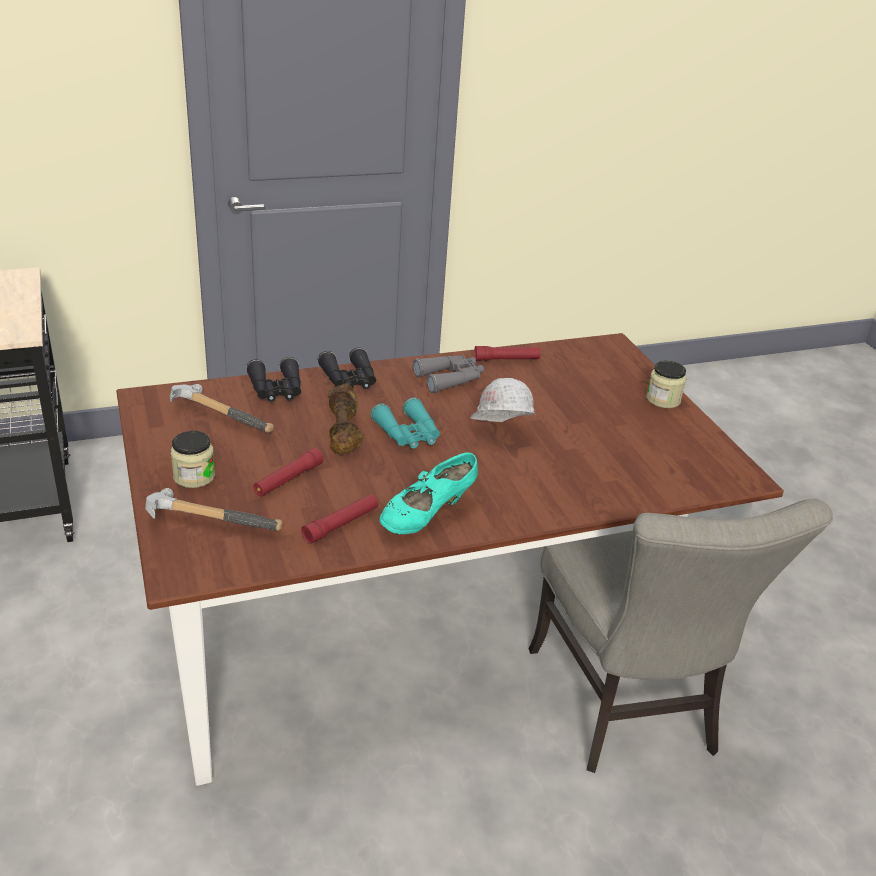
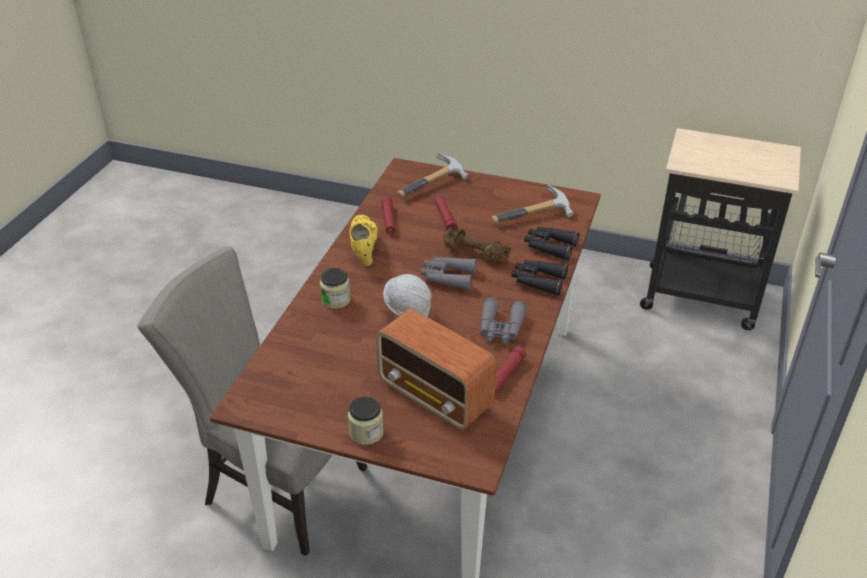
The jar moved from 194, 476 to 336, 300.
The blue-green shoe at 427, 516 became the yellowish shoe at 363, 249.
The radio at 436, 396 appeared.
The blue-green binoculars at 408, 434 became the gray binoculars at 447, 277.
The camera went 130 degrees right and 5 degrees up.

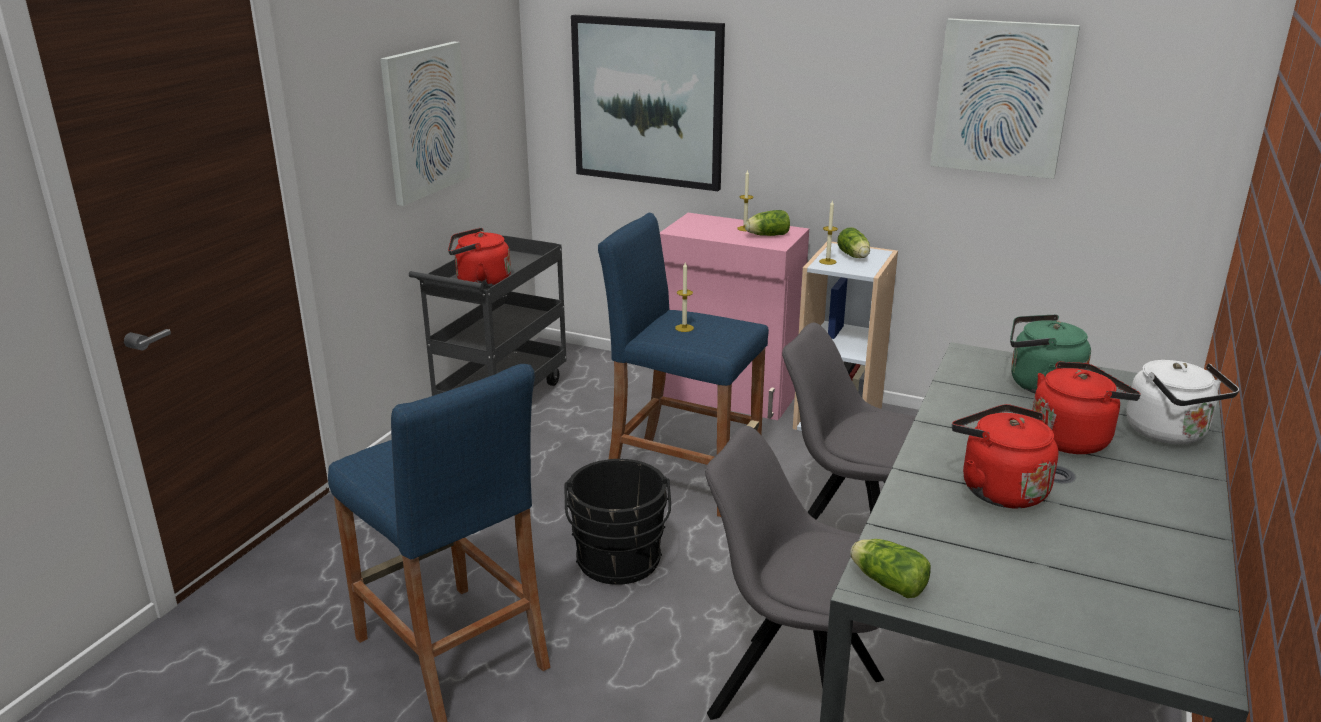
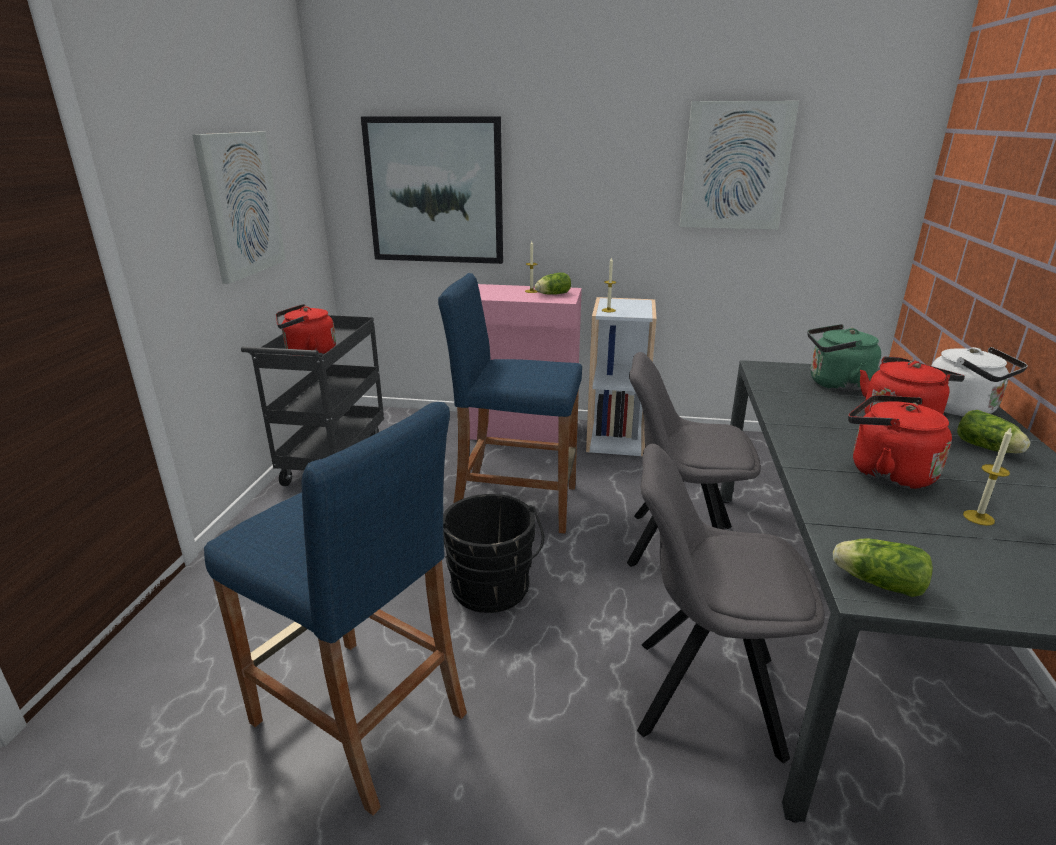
The head of lettuce moved from 854, 256 to 988, 448.
The wax candle moved from 684, 328 to 978, 517.
The camera went 15 degrees left and 0 degrees up.

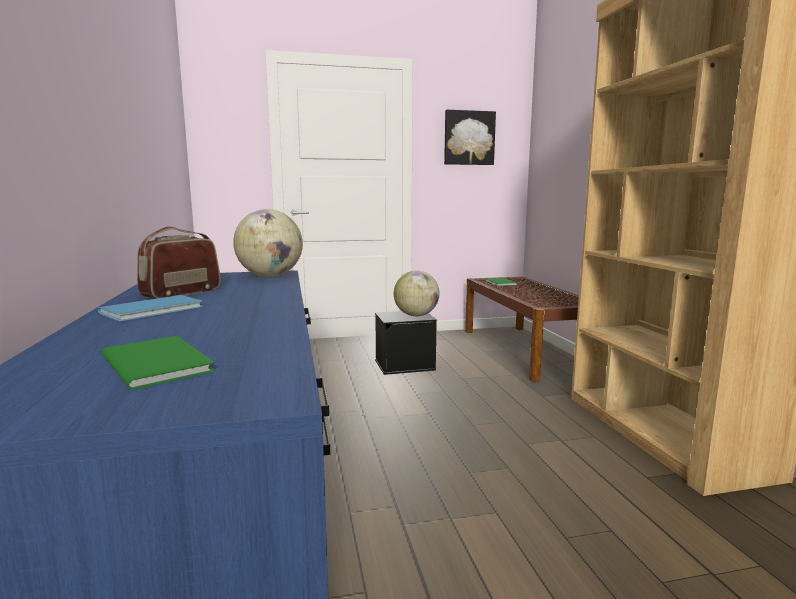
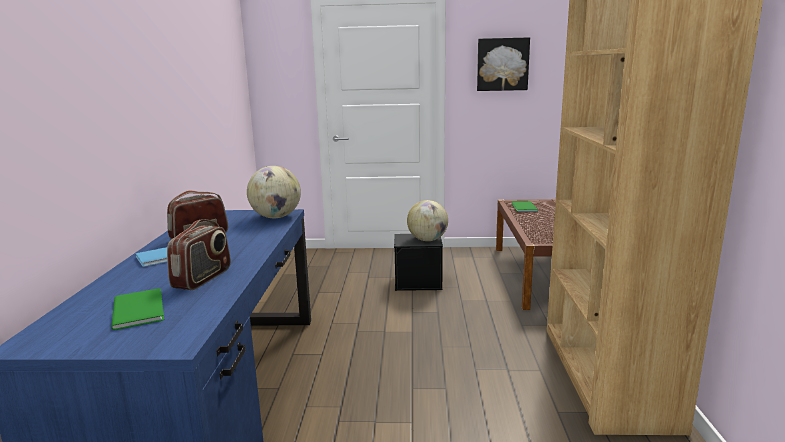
The radio at 203, 278 appeared.
The camera went 15 degrees right and 5 degrees up.

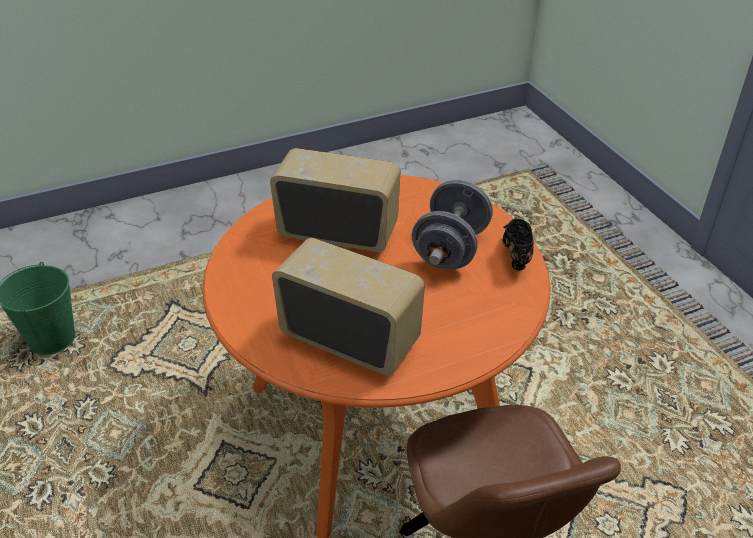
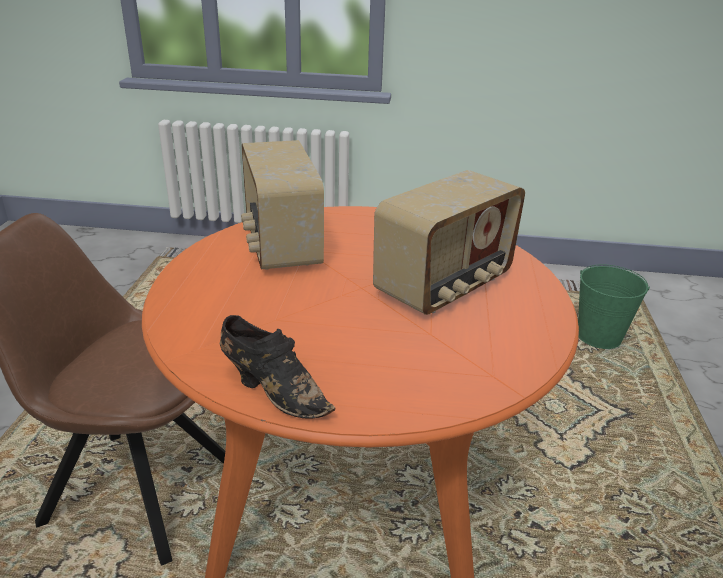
The radio at 350, 339 turned 105 degrees clockwise.
The gray hand weight at 450, 249 disappeared.
The camera went 120 degrees right and 10 degrees down.

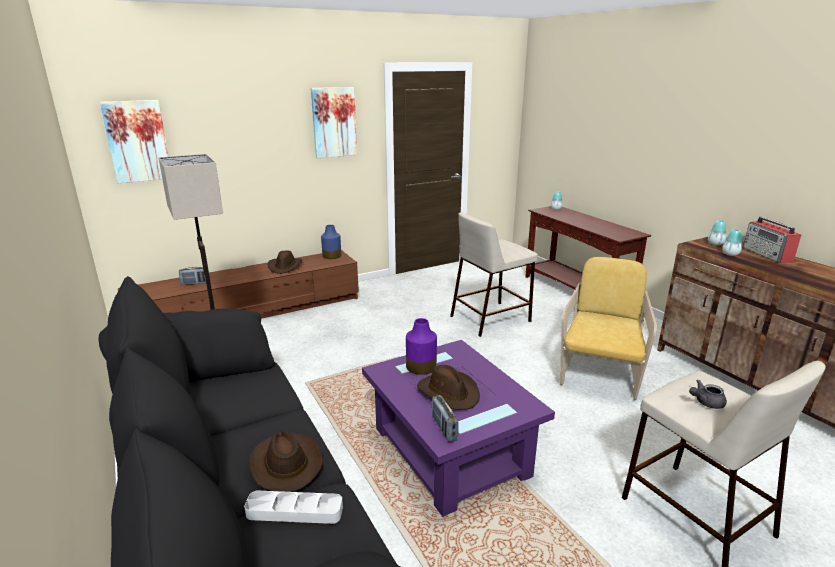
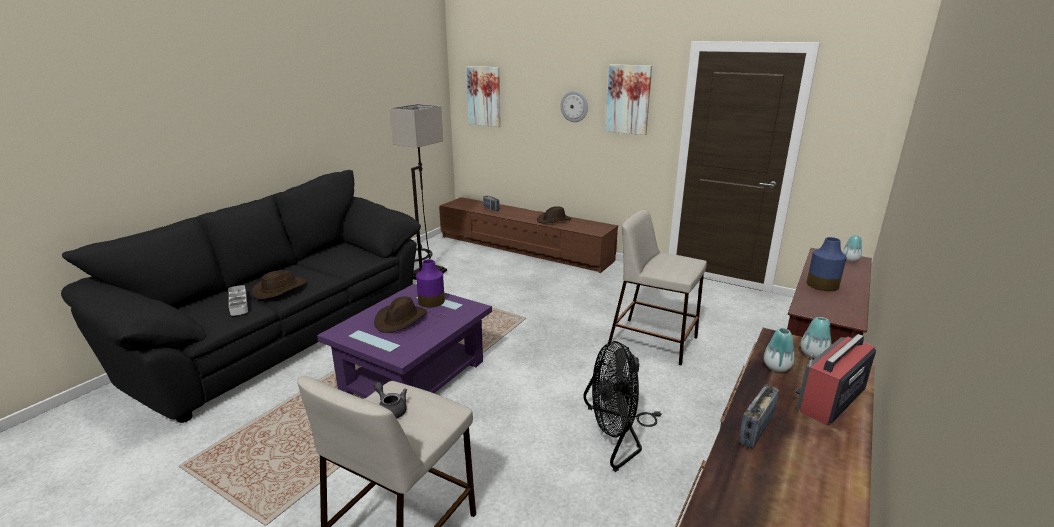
The clock on the wall at 574, 106 appeared.
The yellowish lounge chair at 599, 373 was replaced by the black cooling fan at 618, 433.
The radio moved from 444, 429 to 756, 430.
The bluish vase moved from 331, 255 to 822, 285.
The camera went 60 degrees right and 0 degrees up.

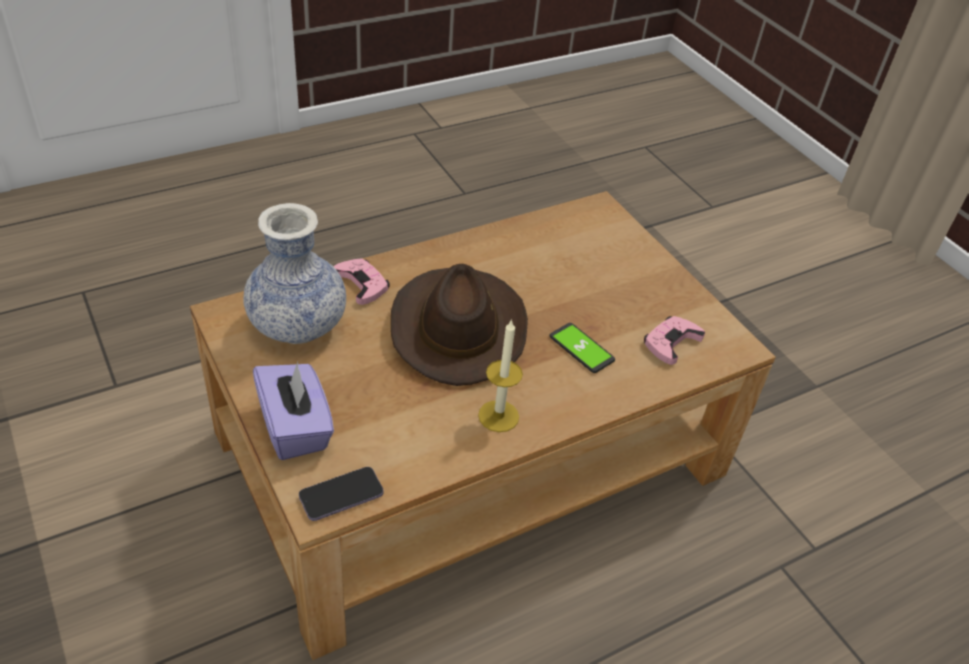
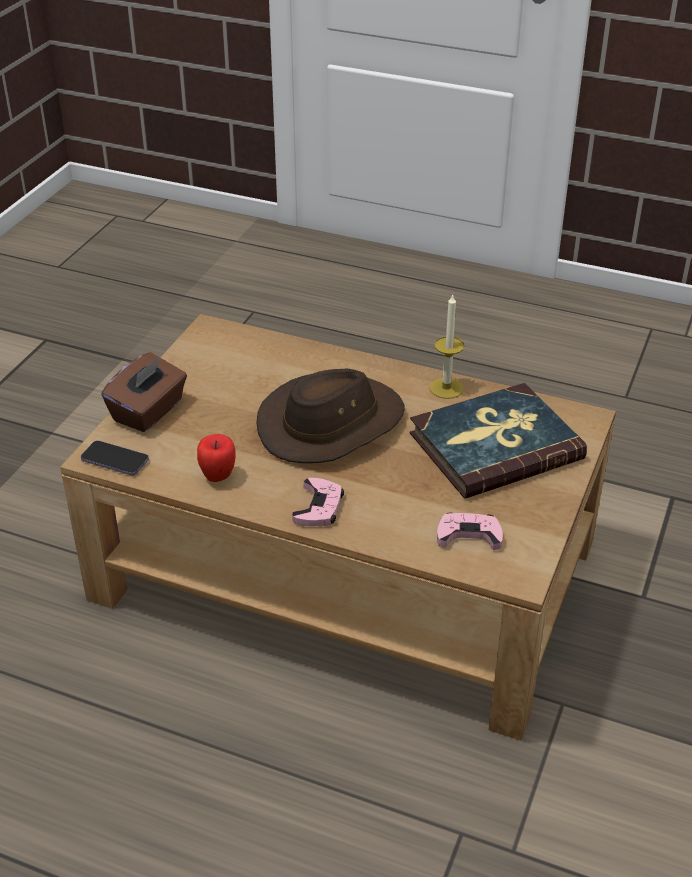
The purple box of tissues at 296, 428 became the brownish box of tissues at 149, 411.
The whole apple at 218, 477 appeared.
The pink-coloured game controller moved from 361, 284 to 319, 507.
The bound book at 495, 446 appeared.
The wax candle moved from 498, 416 to 446, 388.
The vase at 297, 325 disappeared.
The telephone at 581, 348 disappeared.
The camera went 55 degrees right and 5 degrees down.

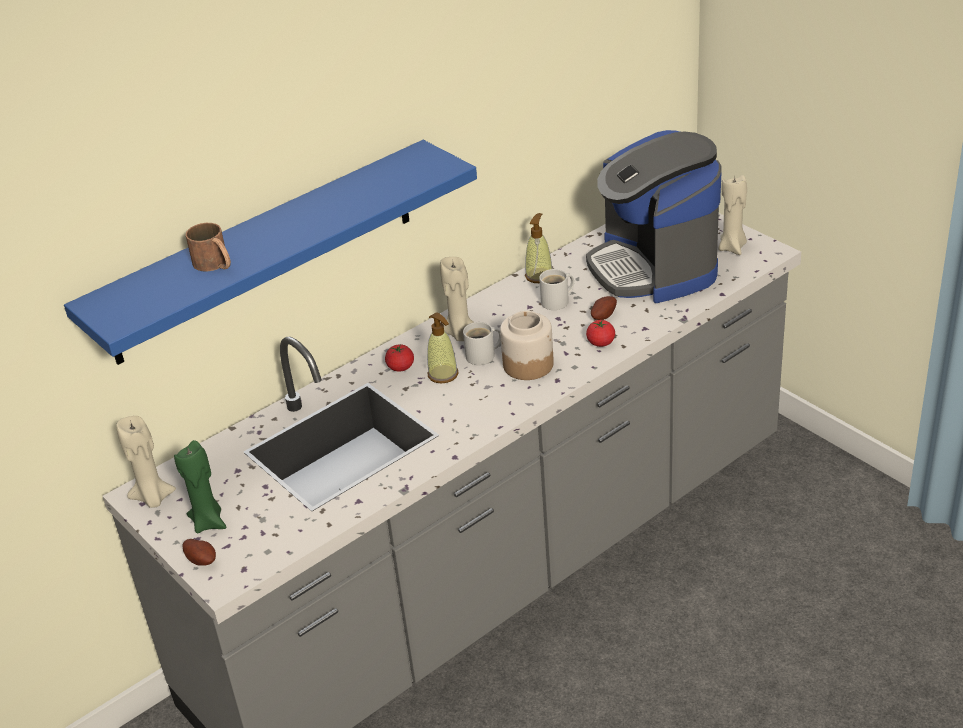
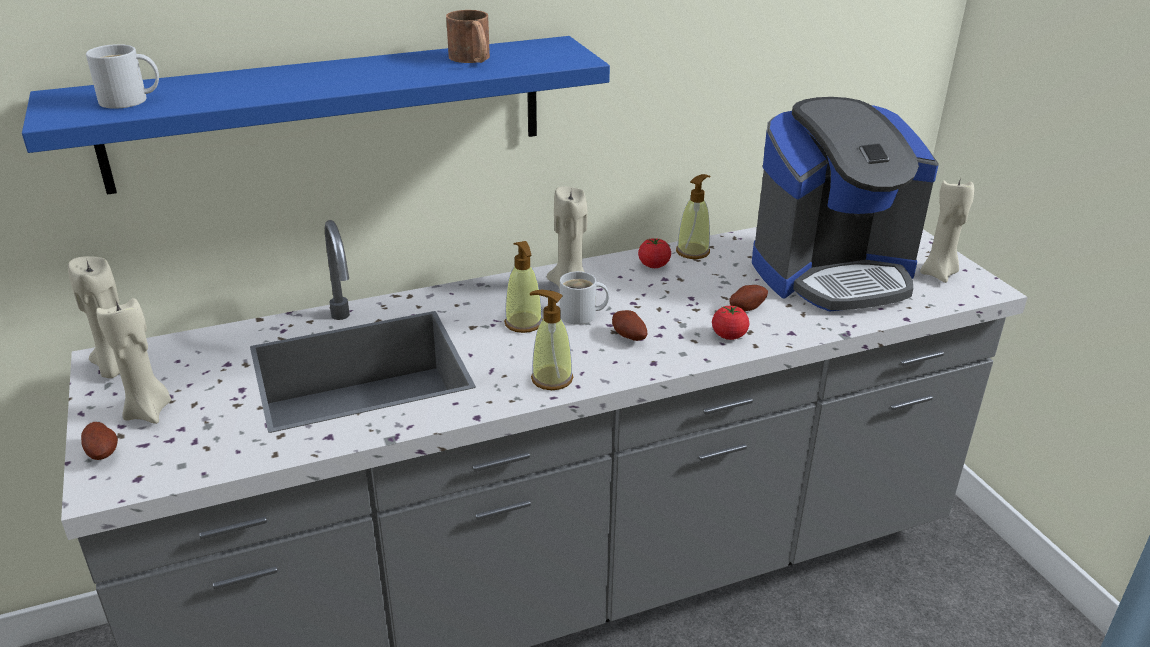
The whitish coffee mug moved from 557, 301 to 128, 101.
The greenish wax candle at 209, 522 became the beige wax candle at 149, 411.
The brownish coffee mug moved from 215, 264 to 473, 59.
The soap bottle at 551, 379 appeared.
The jar at 528, 364 was replaced by the whole potato at 628, 337.
The fresh tomato moved from 400, 367 to 654, 265.
The coffee brewer at 654, 267 turned 105 degrees counterclockwise.
The camera went 15 degrees right and 5 degrees down.

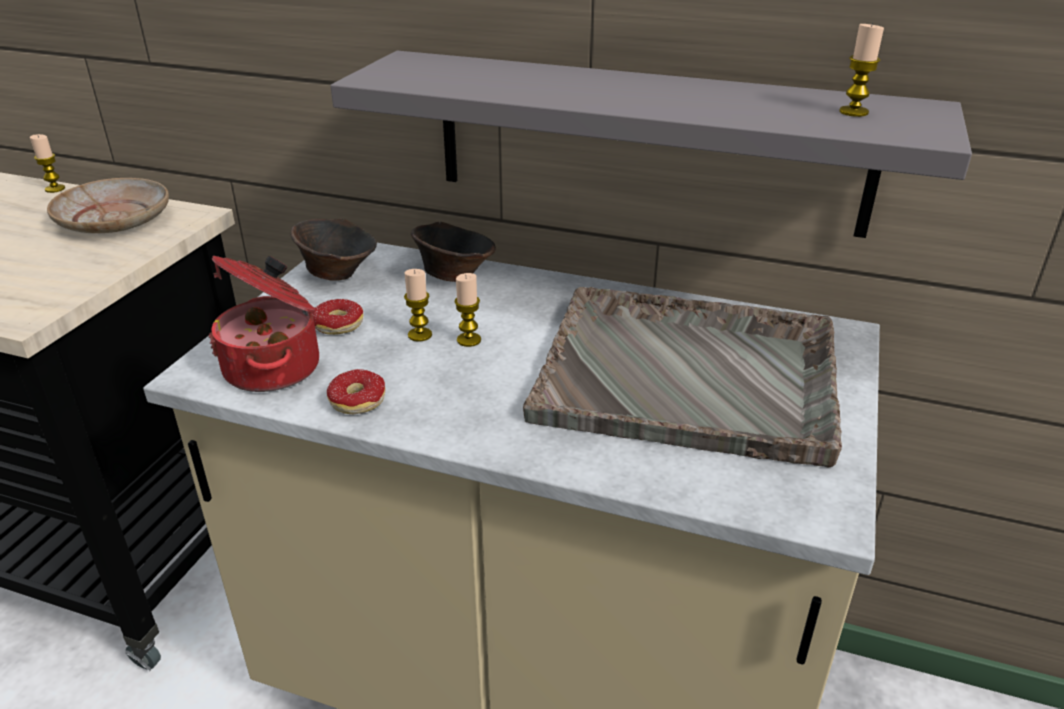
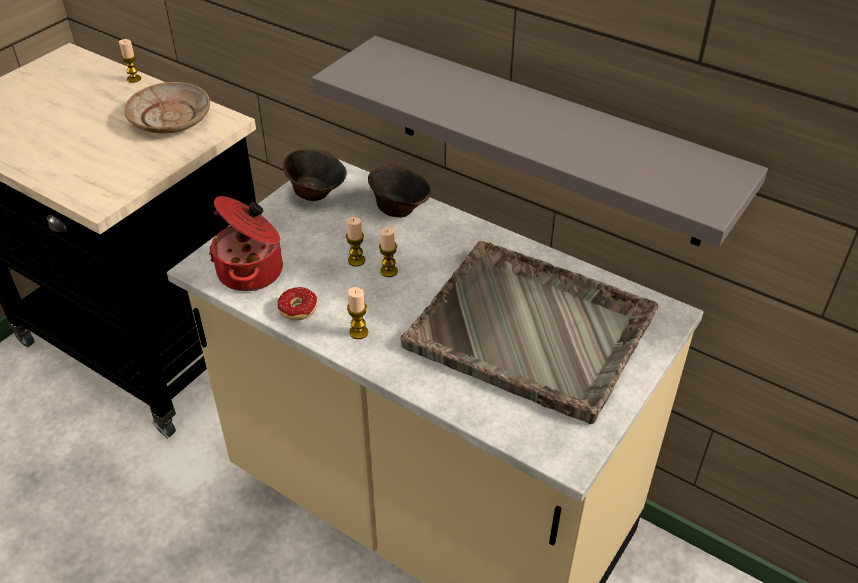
The wax candle moved from 853, 112 to 358, 332.
The doughnut at 336, 330 disappeared.
The camera went 15 degrees right and 10 degrees up.

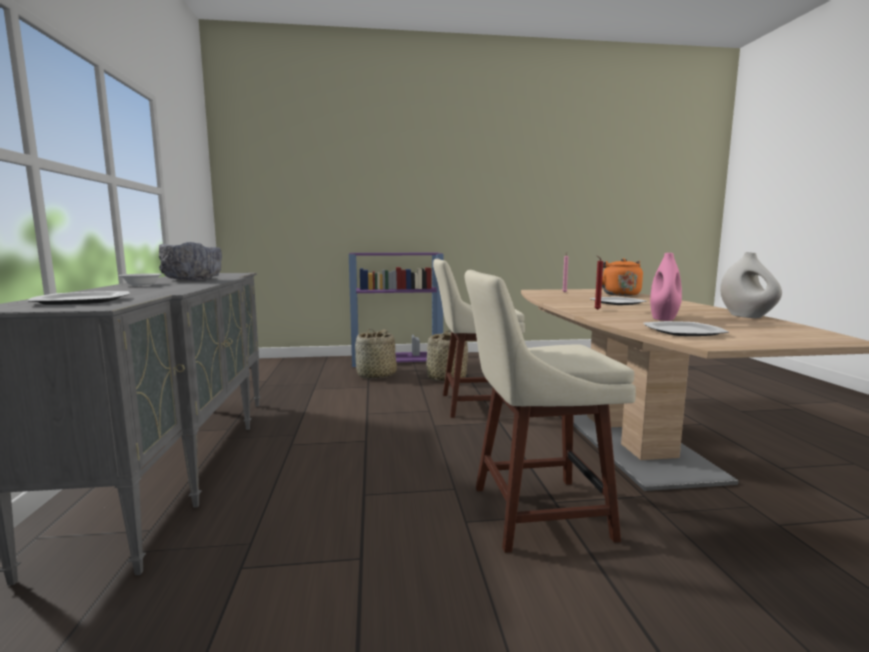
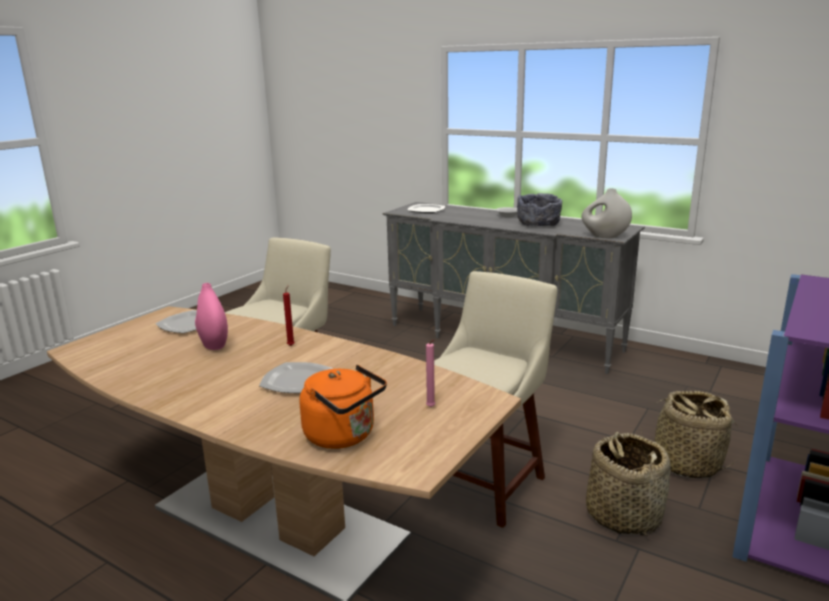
The whitish vase moved from 746, 316 to 604, 236.
The camera went 130 degrees right and 10 degrees up.

